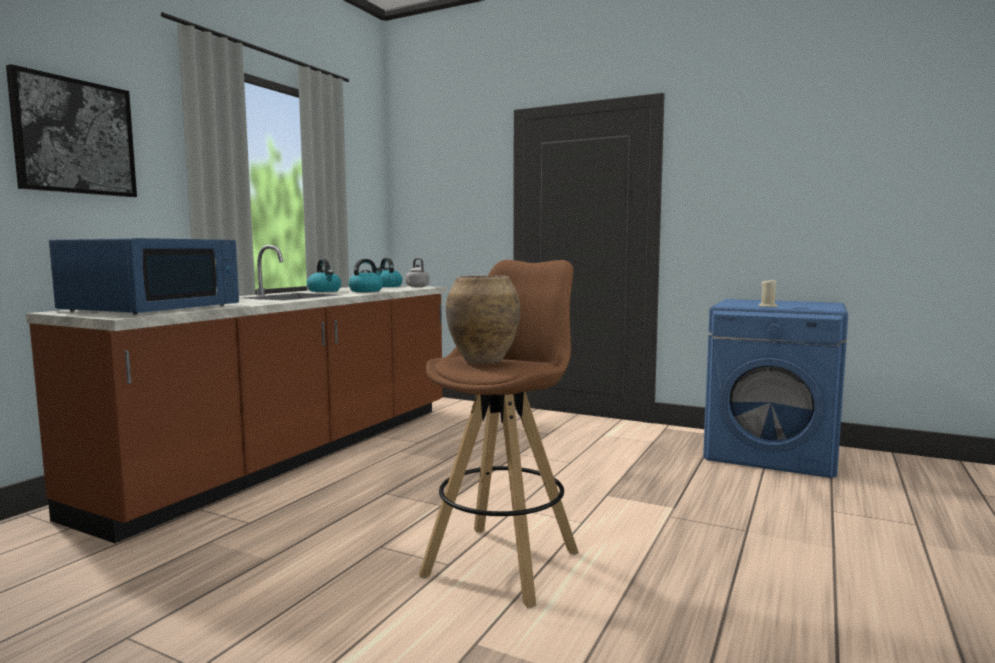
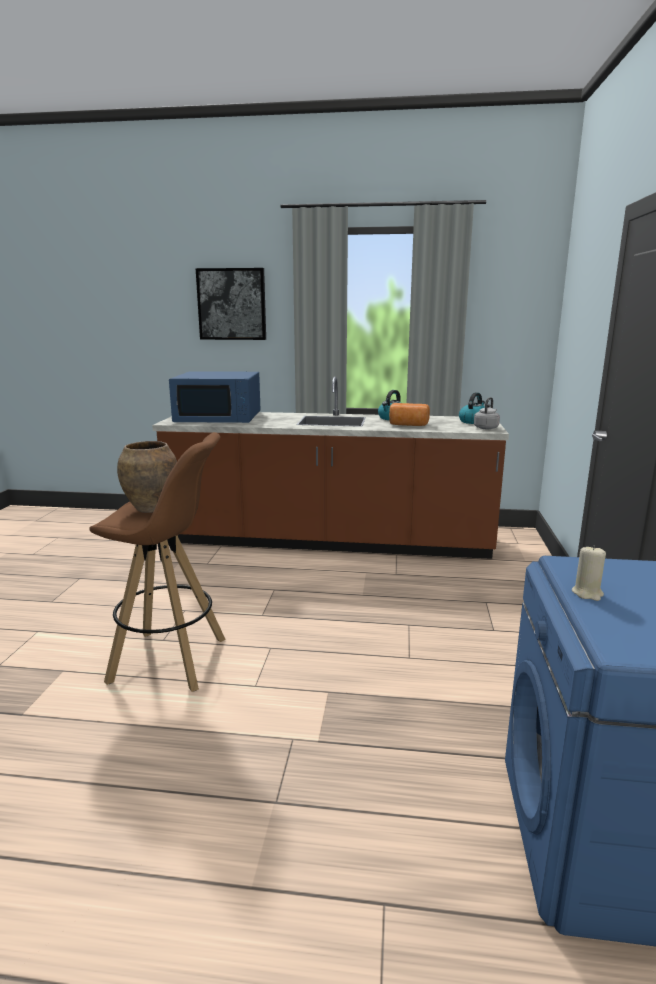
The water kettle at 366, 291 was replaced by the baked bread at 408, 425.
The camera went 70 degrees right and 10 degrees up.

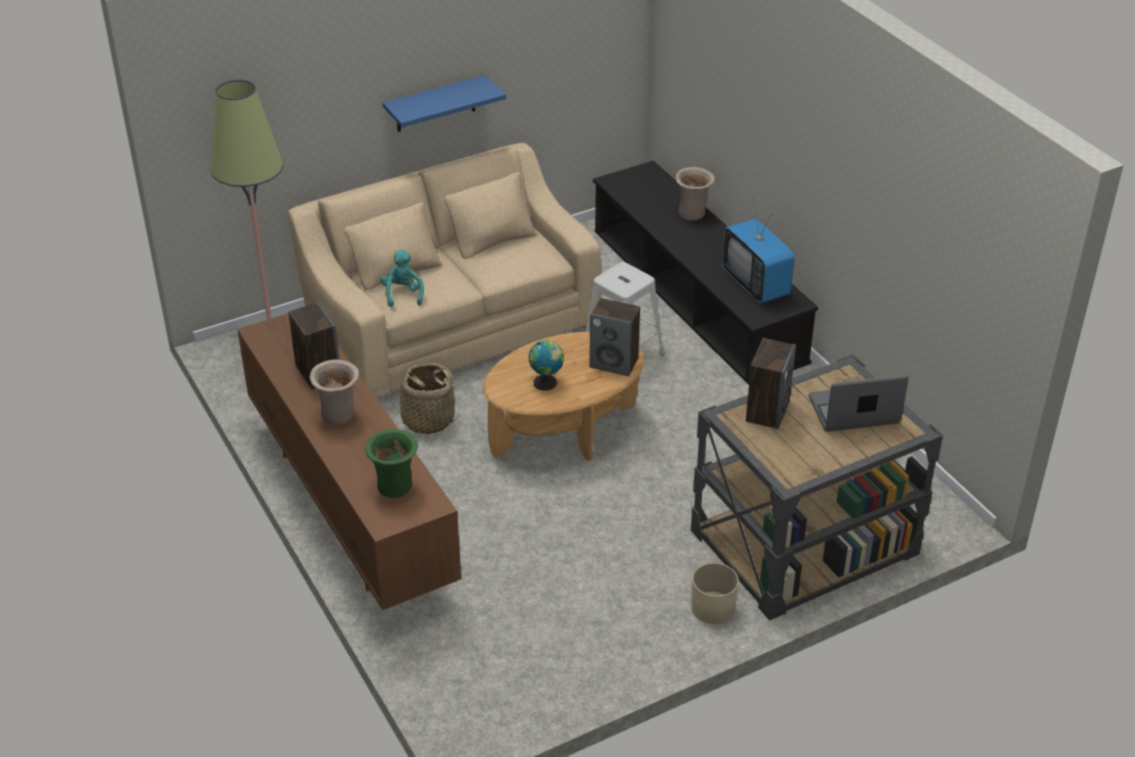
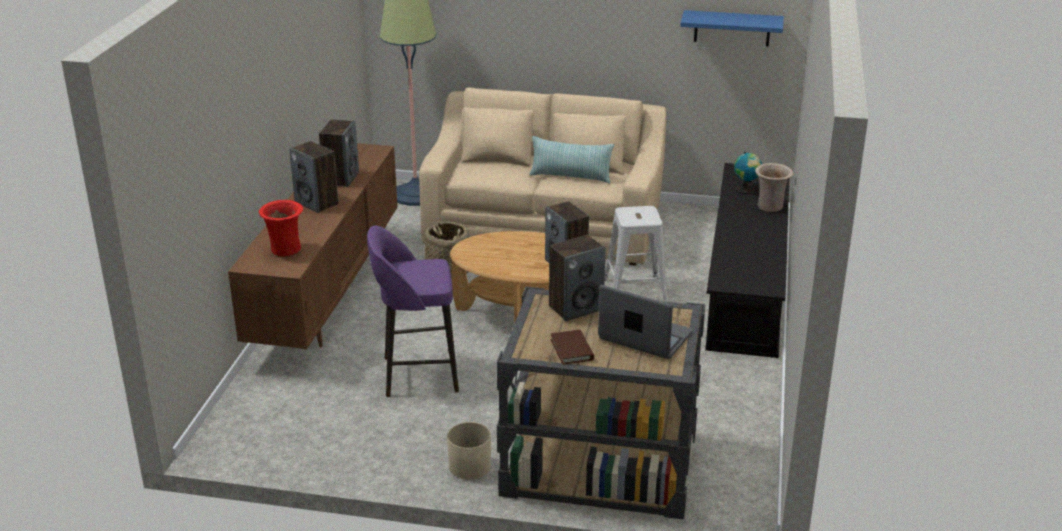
The greenish vase at 396, 487 became the reddish vase at 285, 251.
The beige vase at 339, 415 was replaced by the loudspeaker at 317, 203.
The purple stool seat at 417, 375 appeared.
The cushion at 571, 176 appeared.
The brownish bound book at 572, 350 appeared.
The bluish bracket shelf moved from 435, 104 to 732, 28.
The desk globe moved from 547, 383 to 746, 190.
The blue-green plush toy at 403, 294 disappeared.
The TV set at 755, 284 disappeared.
The camera went 40 degrees right and 10 degrees down.

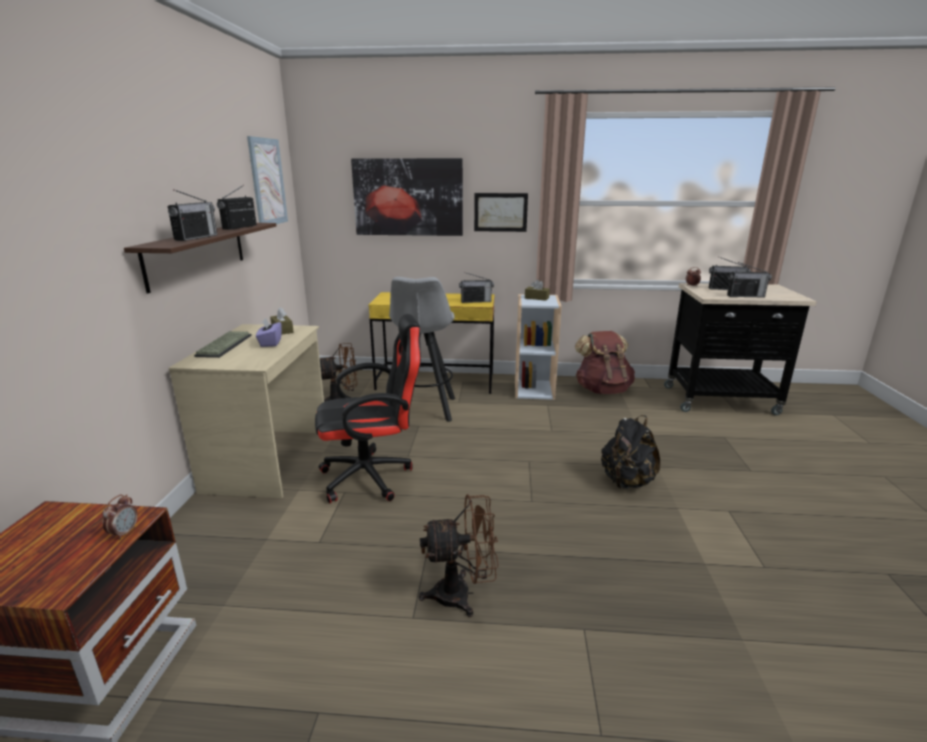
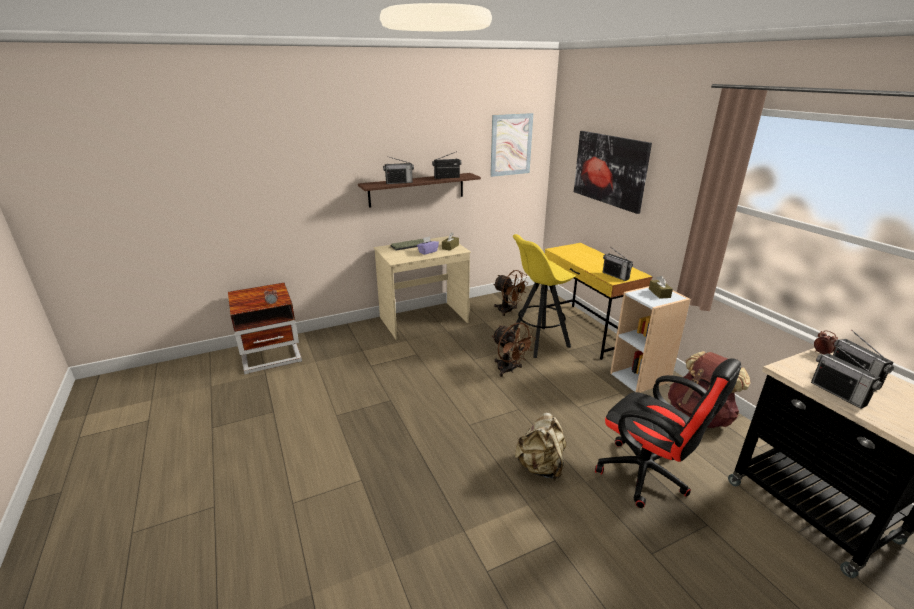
The brownish cooling fan moved from 462, 594 to 509, 370.
The gray stool seat at 424, 409 became the yellowish stool seat at 537, 342.
The black knapsack at 627, 482 became the beige knapsack at 540, 467.
The black office chair moved from 374, 477 to 648, 478.
The wall picture at 500, 212 disappeared.
The camera went 60 degrees right and 5 degrees up.

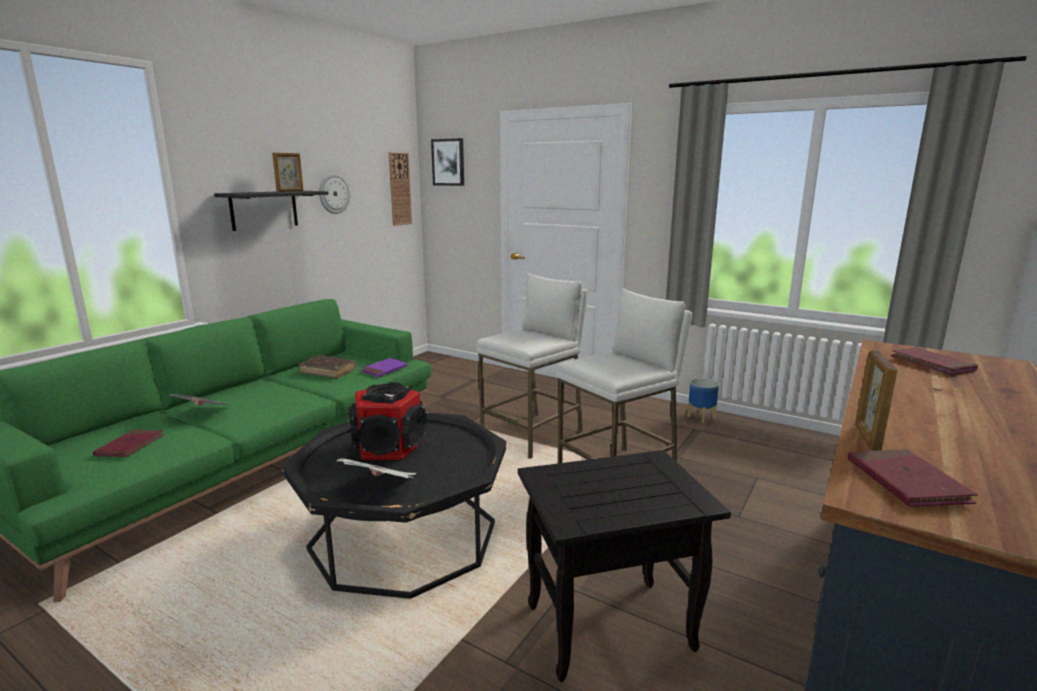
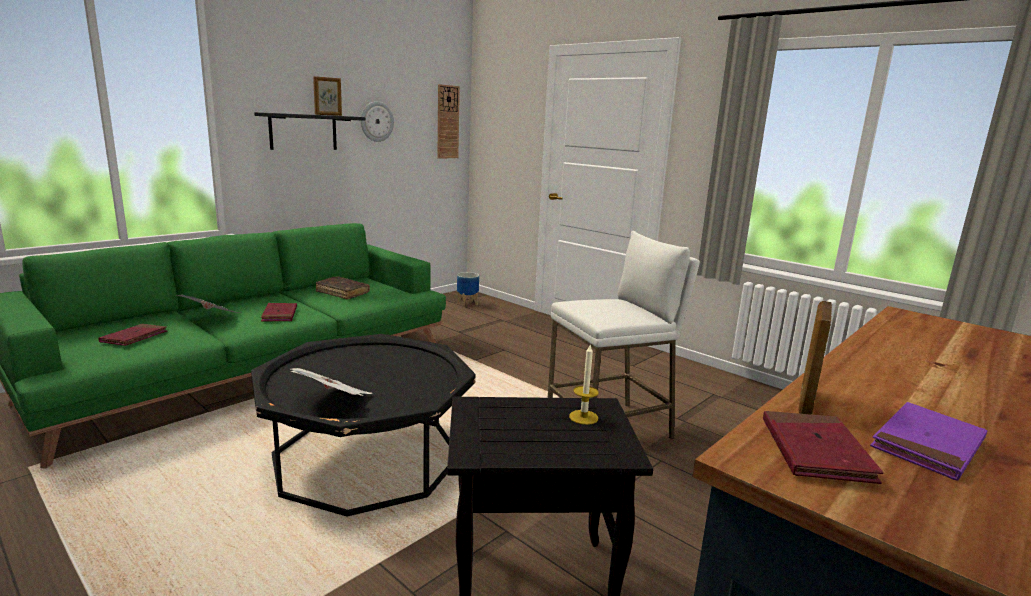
The reddish bound book moved from 931, 364 to 279, 314.
The plant pot moved from 701, 417 to 467, 303.
The wax candle at 583, 417 appeared.
The purple bound book moved from 384, 370 to 927, 445.
The loudspeaker at 388, 447 disappeared.
The wall picture at 448, 162 disappeared.
The whitish stool seat at 533, 434 disappeared.
The camera went 10 degrees right and 0 degrees up.

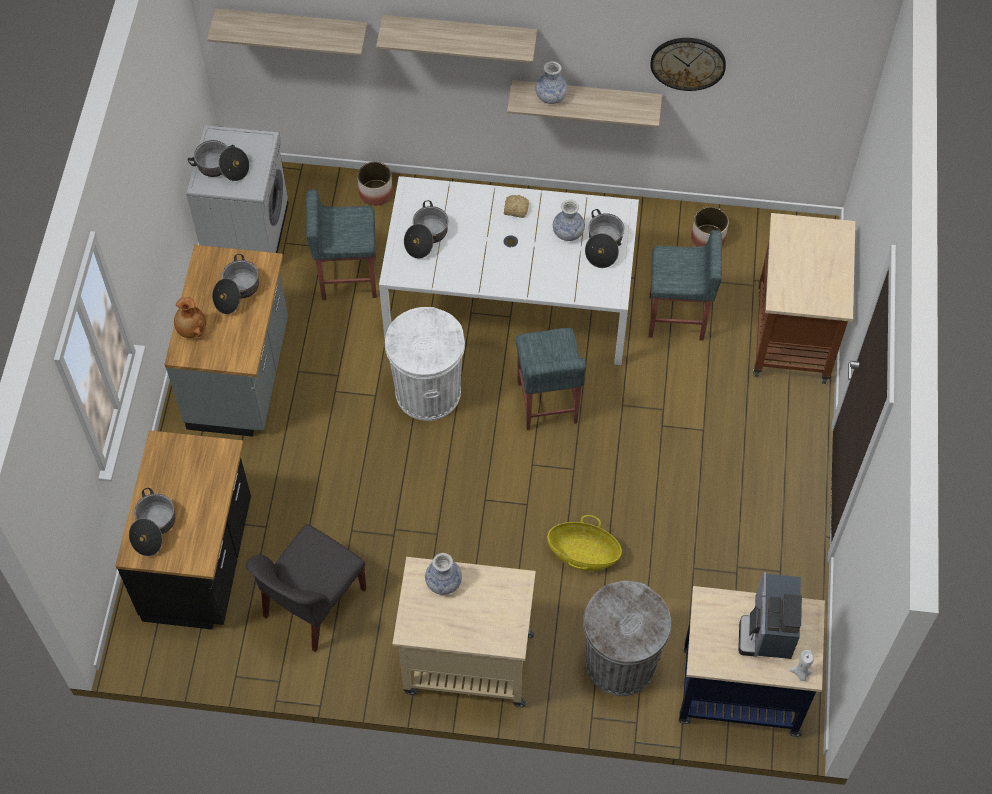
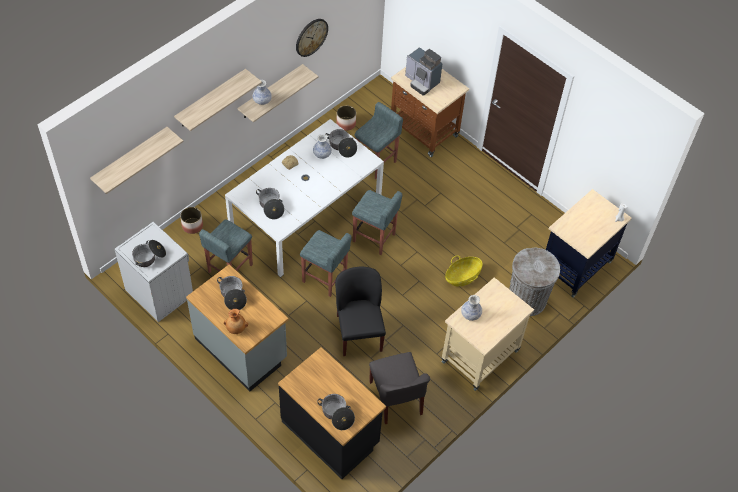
The whitish trash can at 427, 392 was replaced by the gray stool seat at 325, 279.
The black plain chair at 358, 332 appeared.
The coffee brewer moved from 768, 630 to 422, 82.
The camera went 55 degrees left and 5 degrees down.

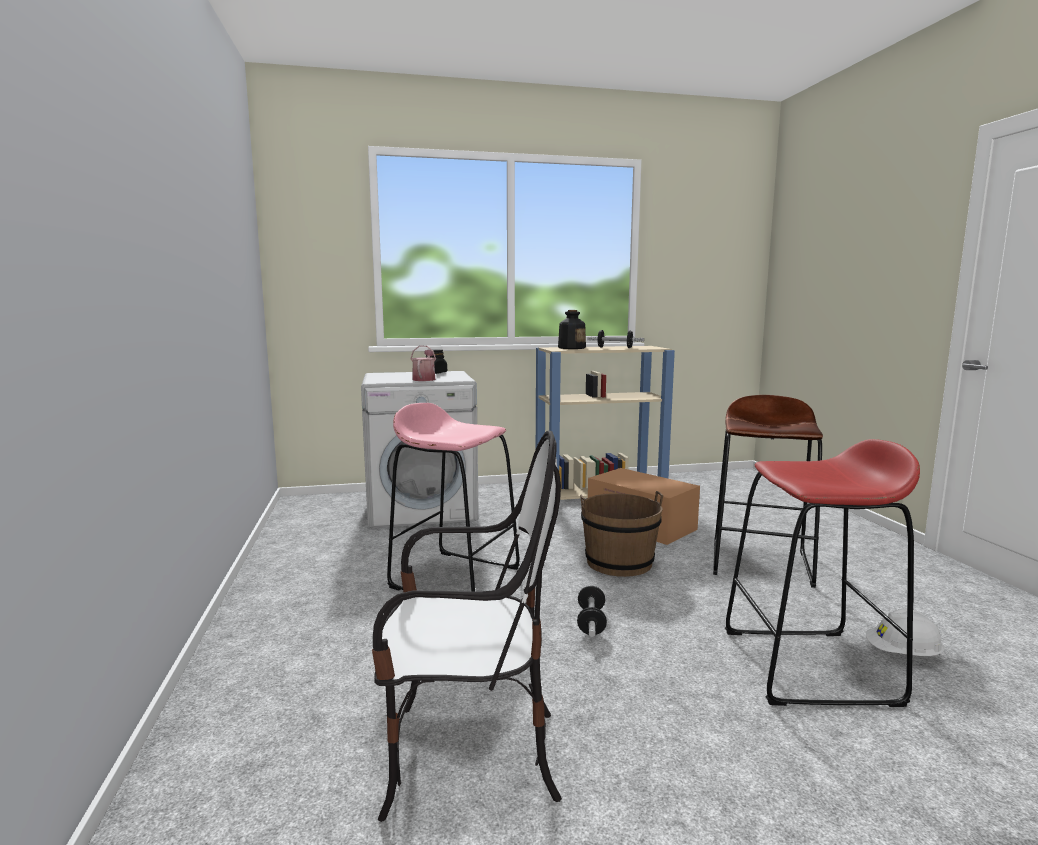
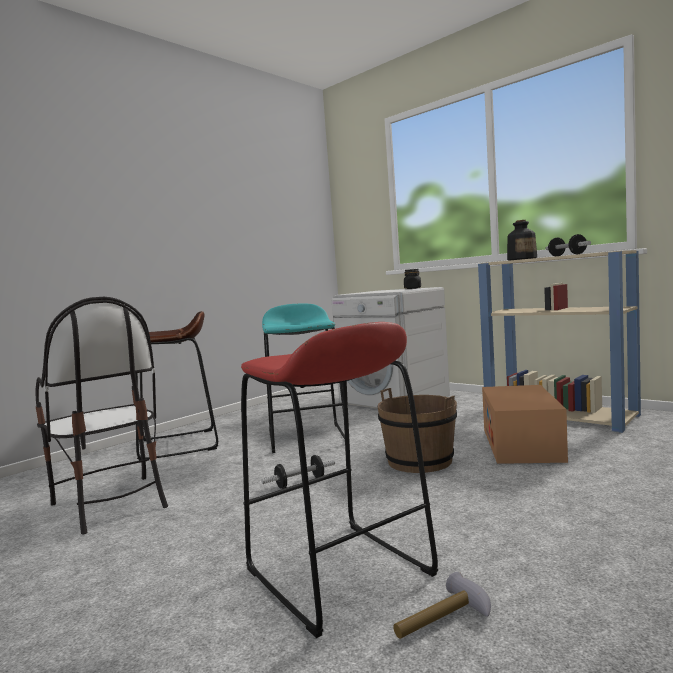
The brownish stool seat moved from 761, 562 to 179, 444.
The pink-coloured stool seat at 455, 577 became the blue-green stool seat at 307, 437.
The whitish safety helmet at 903, 654 was replaced by the hand hammer at 443, 621.
The sprinkling can at 424, 379 disappeared.
The camera went 55 degrees right and 5 degrees down.

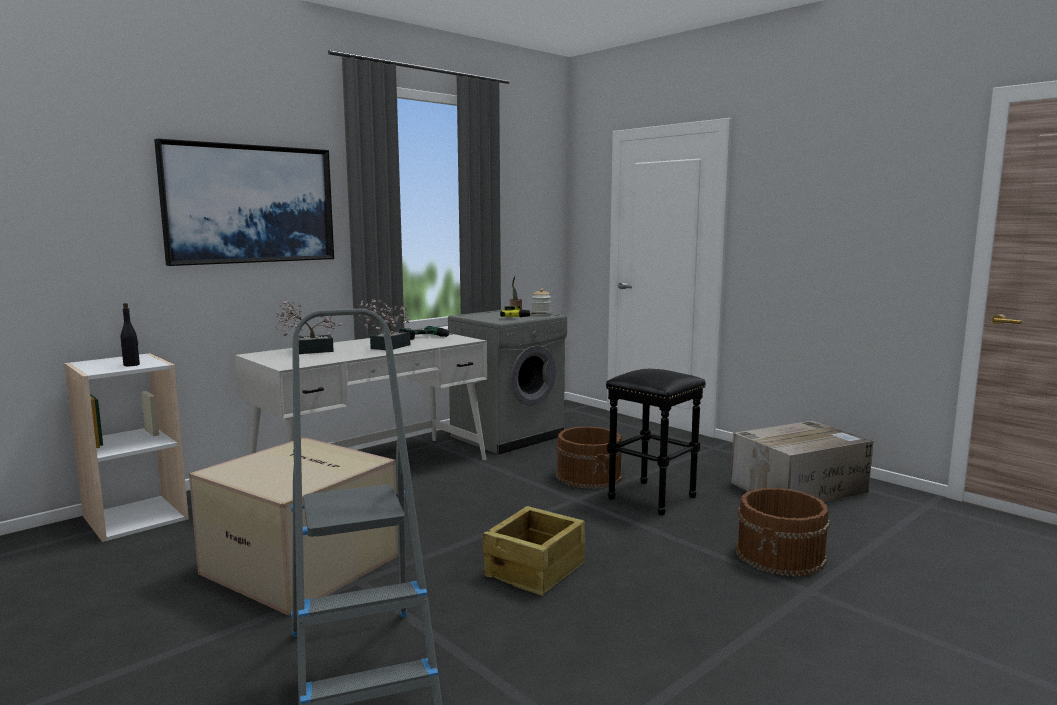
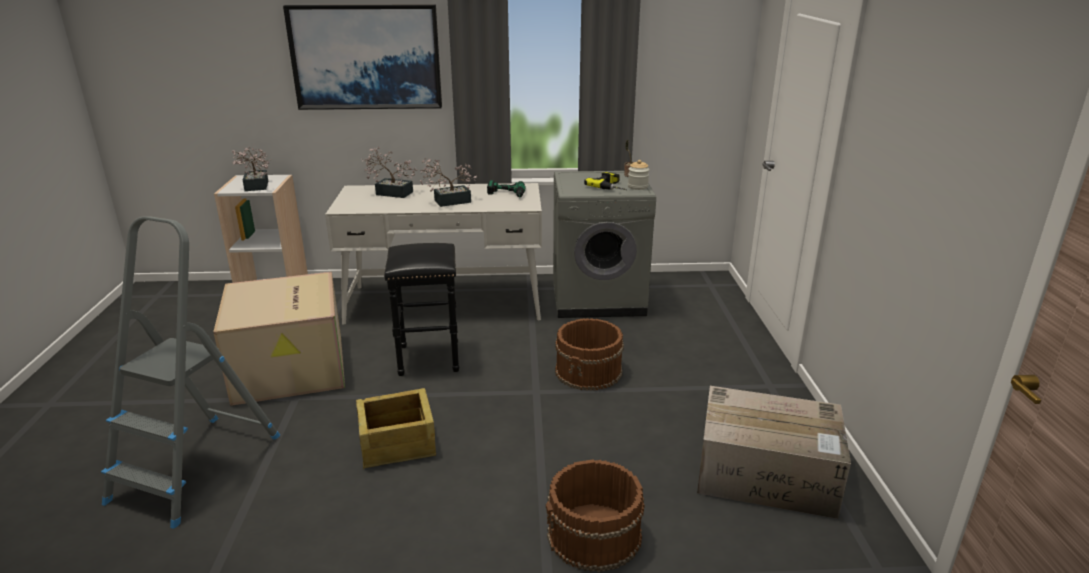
The black bottle at 132, 365 was replaced by the plant in a pot at 255, 187.
The black stool seat moved from 652, 498 to 427, 359.
The camera went 40 degrees right and 15 degrees up.

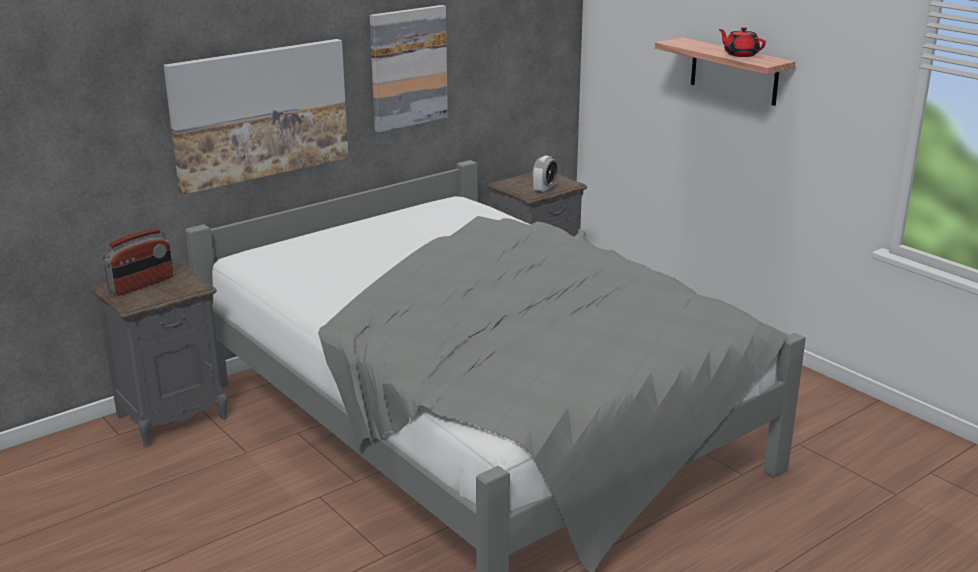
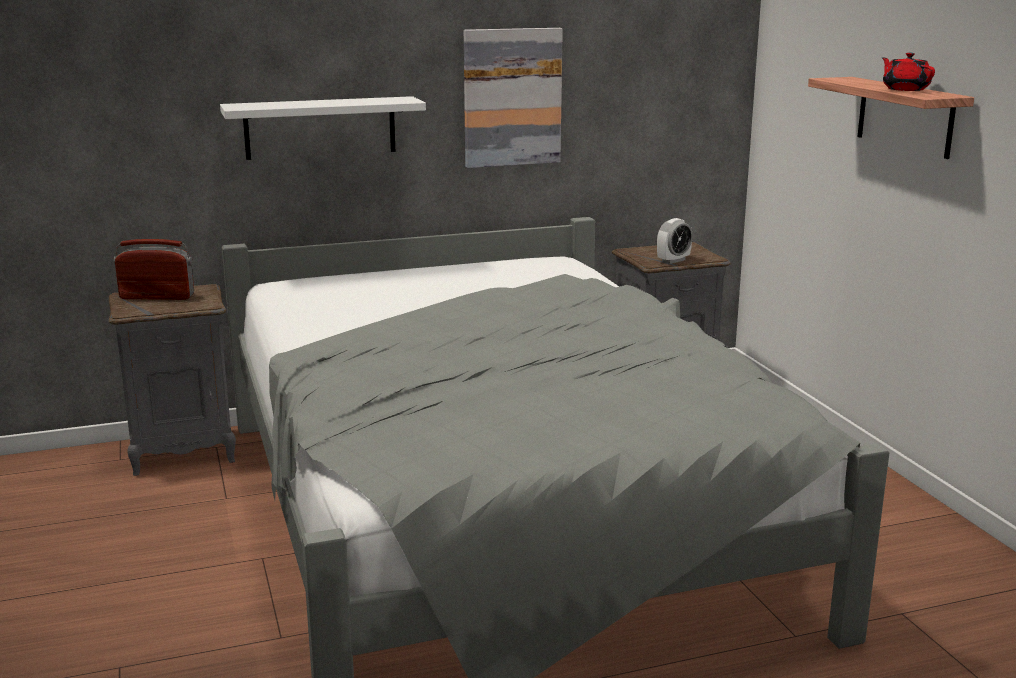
The radio at 142, 284 turned 150 degrees counterclockwise.
The wall picture at 259, 113 was replaced by the whitish bracket shelf at 320, 127.
The camera went 20 degrees right and 5 degrees down.

